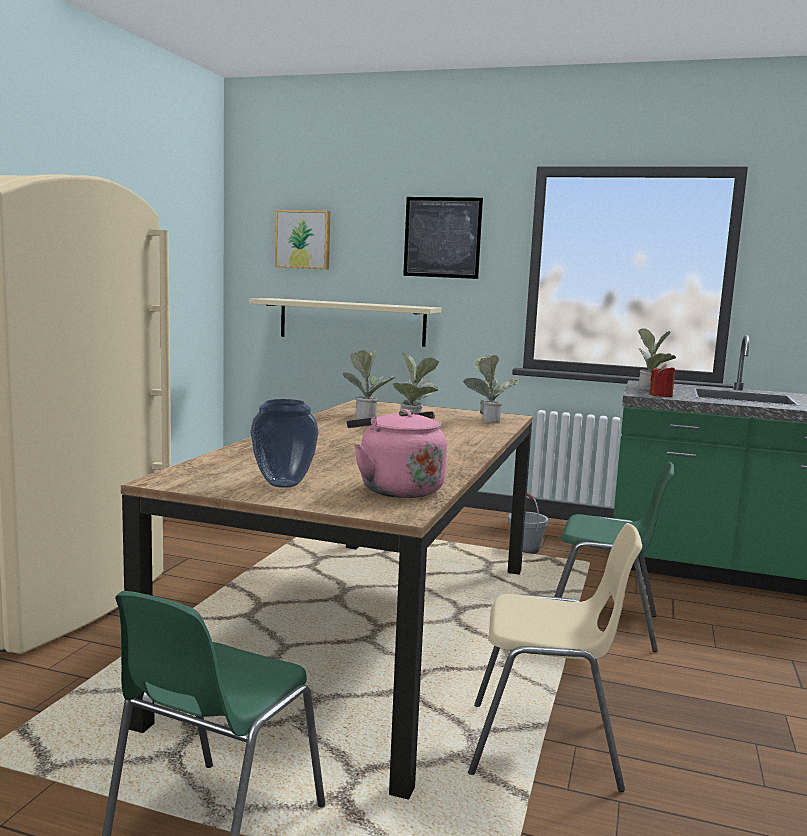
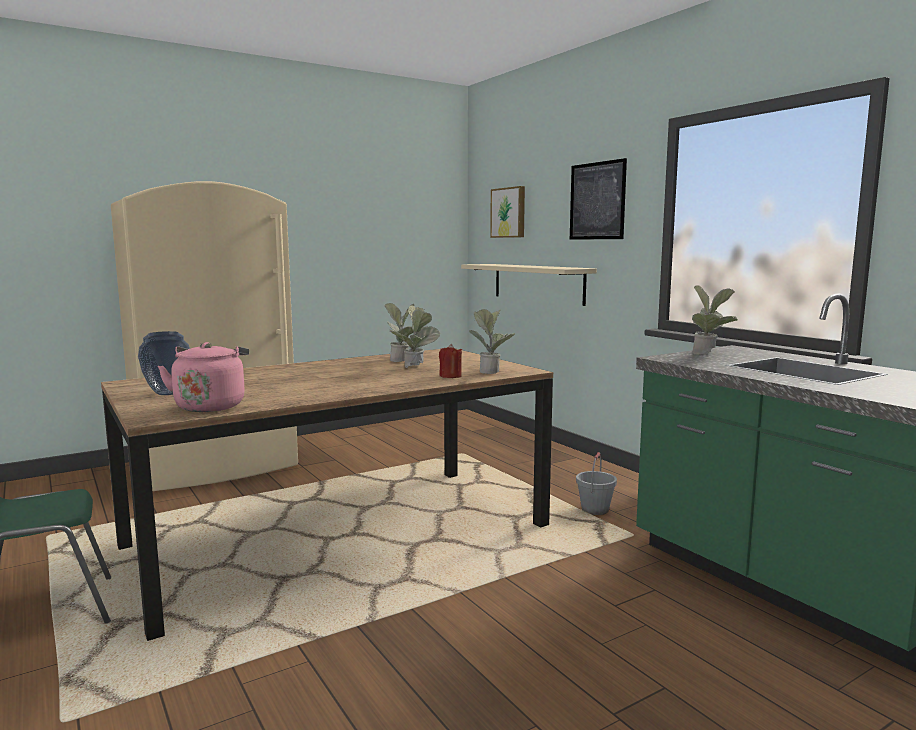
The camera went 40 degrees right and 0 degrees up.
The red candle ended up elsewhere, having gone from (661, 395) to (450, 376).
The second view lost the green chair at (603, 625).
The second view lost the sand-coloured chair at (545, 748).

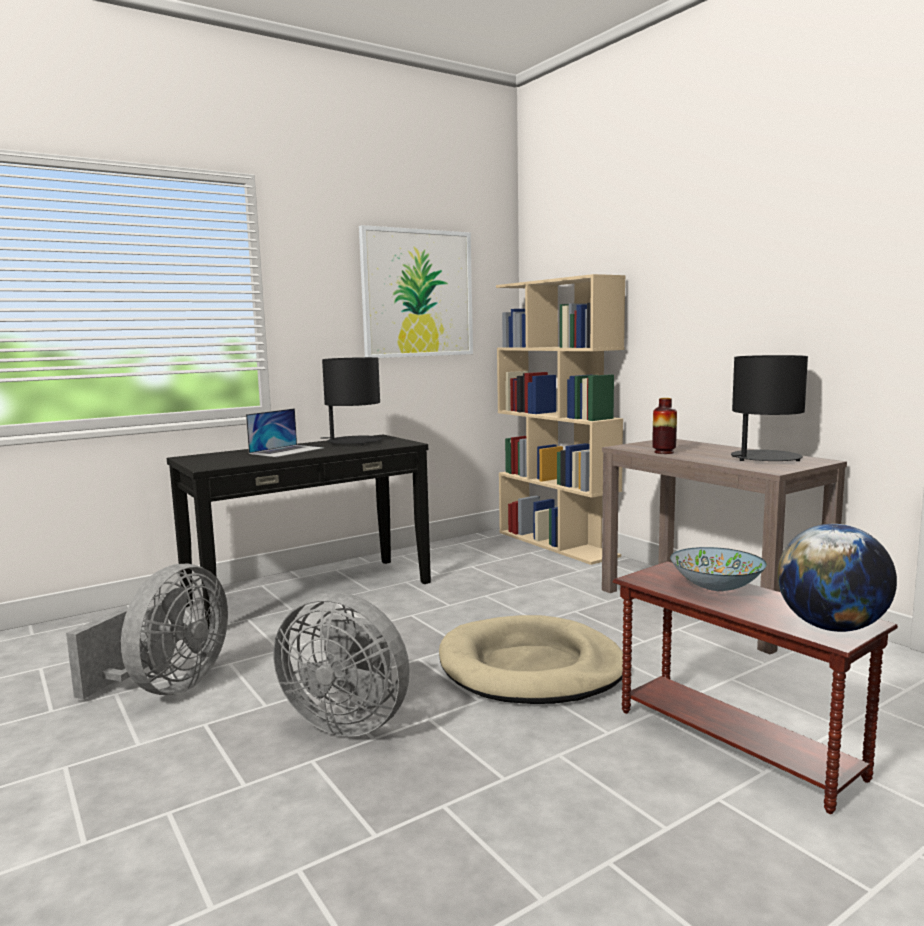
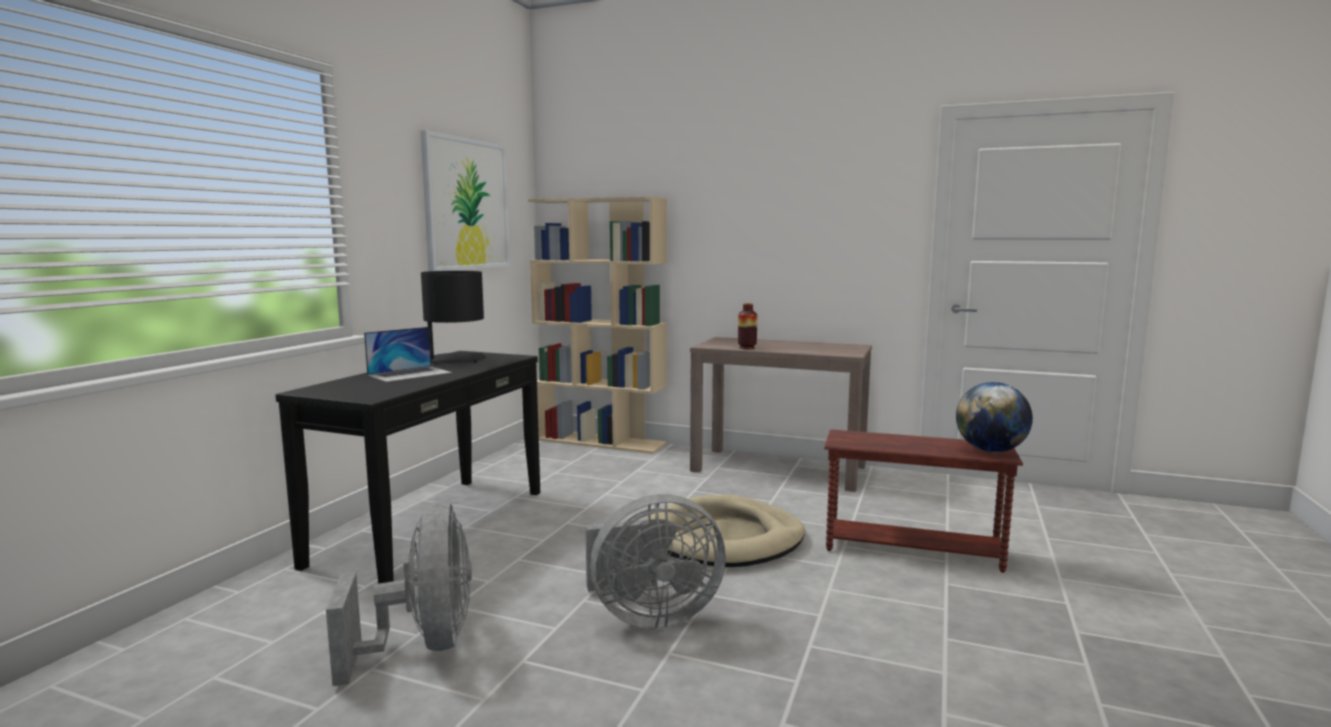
The camera went 35 degrees left and 0 degrees up.
The second view lost the black lamp for a table at (765, 458).
The laptop at (287, 451) ended up facing another way, 45 degrees clockwise from before.
The second view lost the bowl at (716, 587).

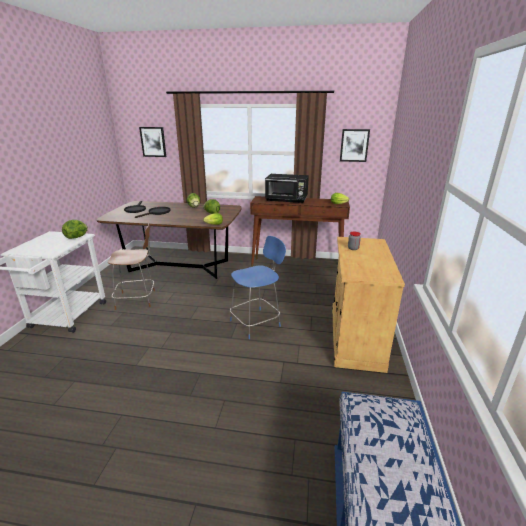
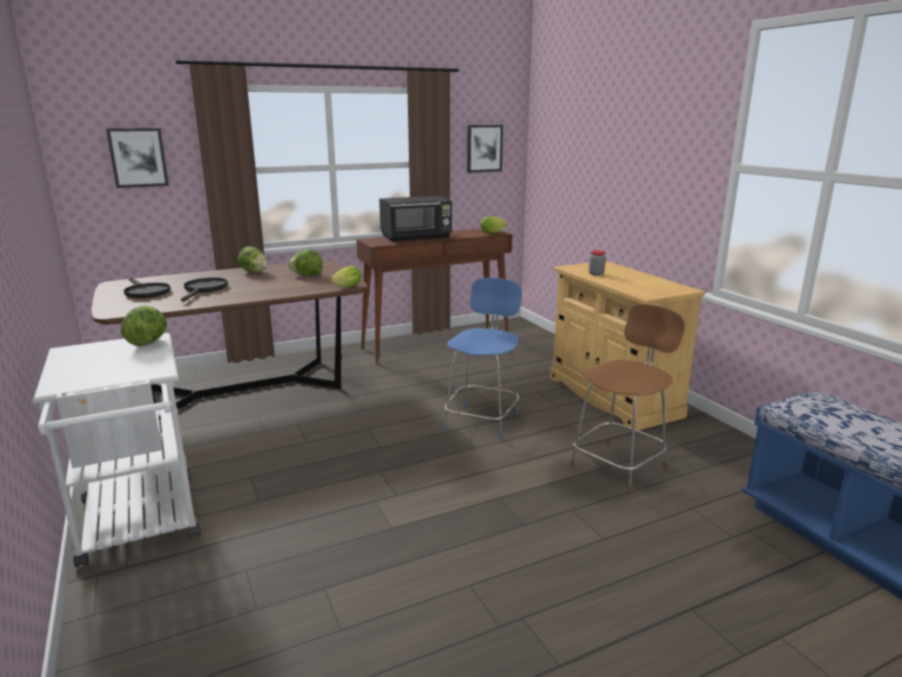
The camera went 35 degrees left and 5 degrees down.
The brownish chair ended up elsewhere, having gone from (137, 299) to (619, 466).

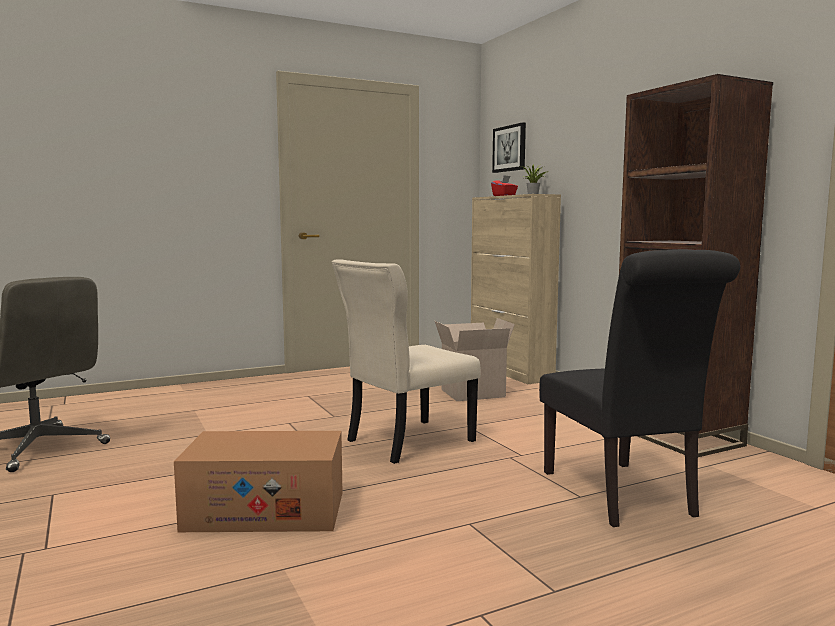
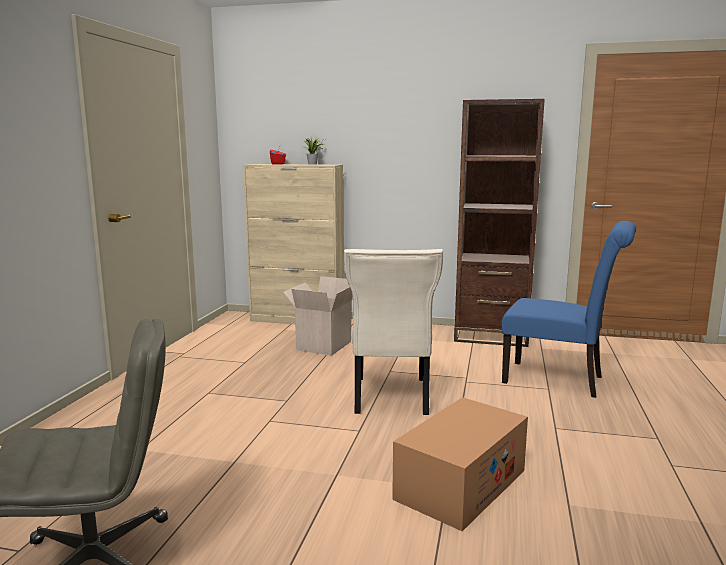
The camera went 50 degrees left and 5 degrees up.
The second view lost the picture at (510, 148).
What was the black chair at (623, 496) turned into the blue chair at (560, 380).

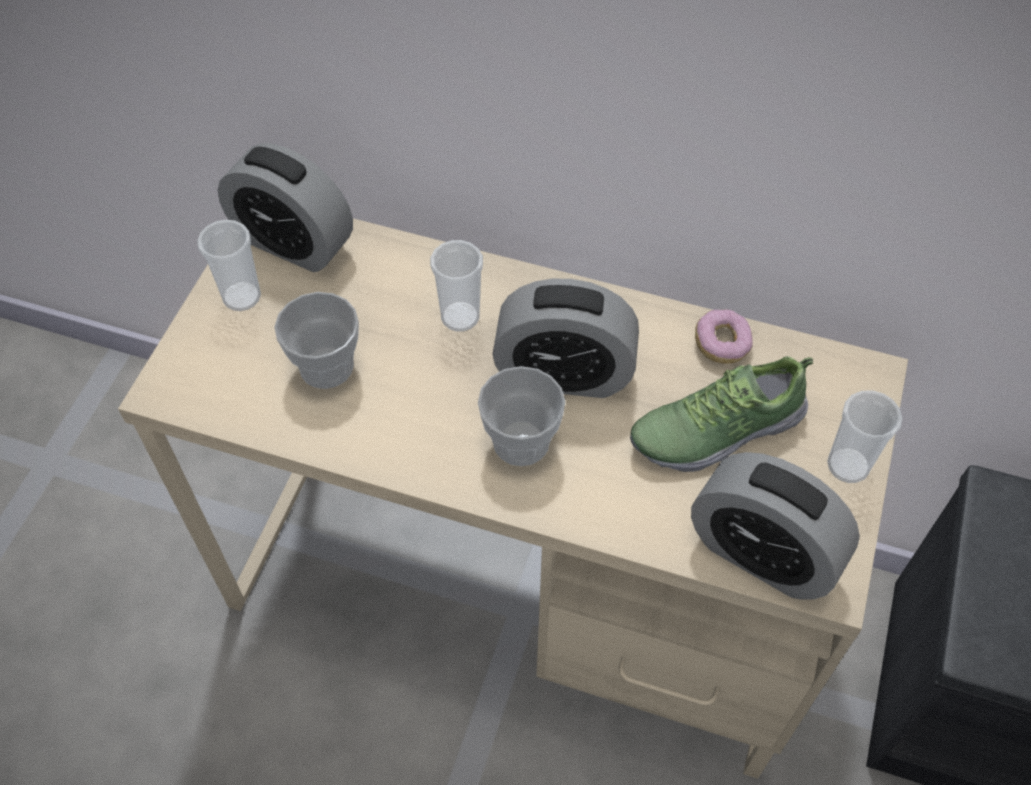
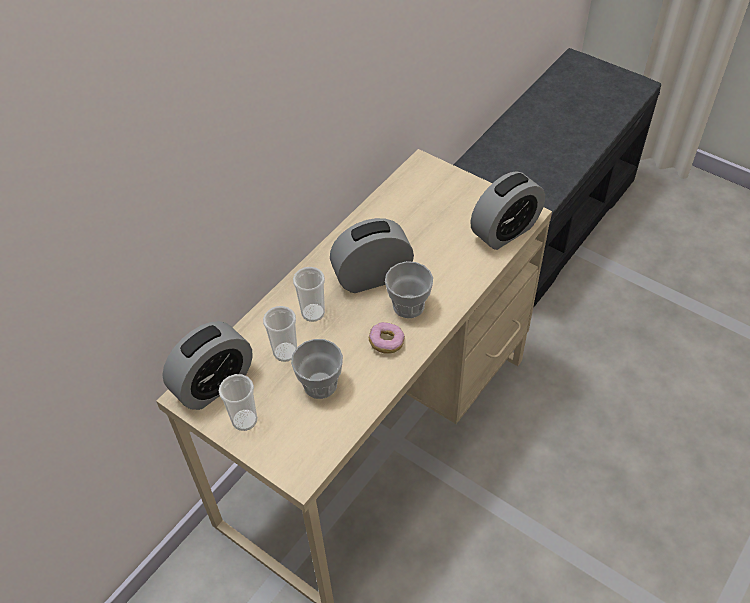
The camera went 70 degrees left and 5 degrees down.
The table clock at (564, 374) ended up facing another way, 135 degrees counterclockwise from before.
The ring doughnut ended up elsewhere, having gone from (721, 344) to (386, 342).
The second view lost the shoe at (715, 428).
The drinking cup ended up elsewhere, having gone from (848, 465) to (285, 352).

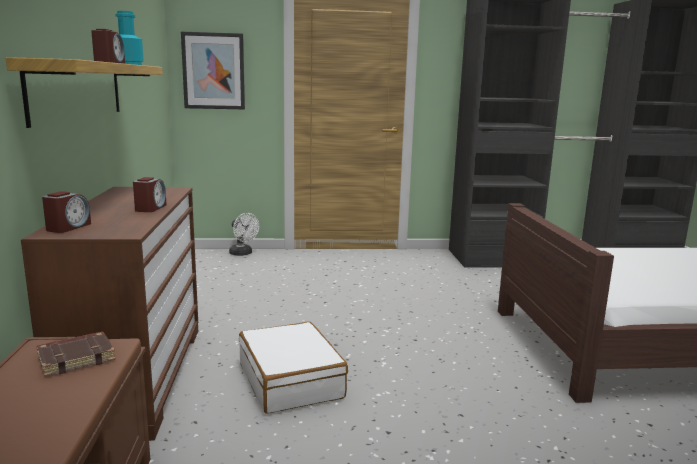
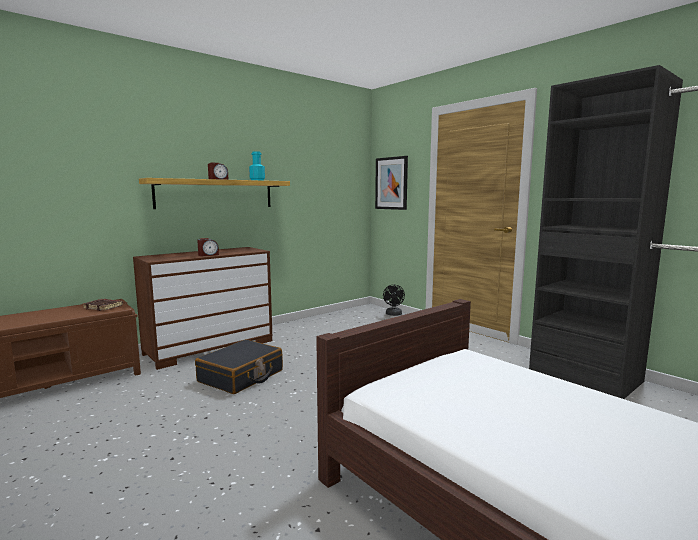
The camera went 55 degrees right and 5 degrees down.
The second view lost the table clock at (68, 227).
What was the white-coloured electric fan at (243, 253) turned into the black electric fan at (393, 314).
What was the white-coloured suitcase at (291, 380) turned into the black suitcase at (241, 376).

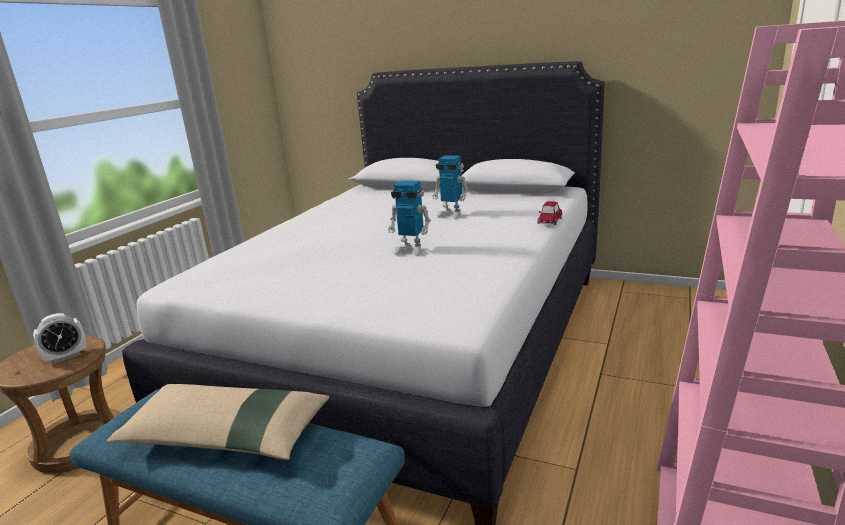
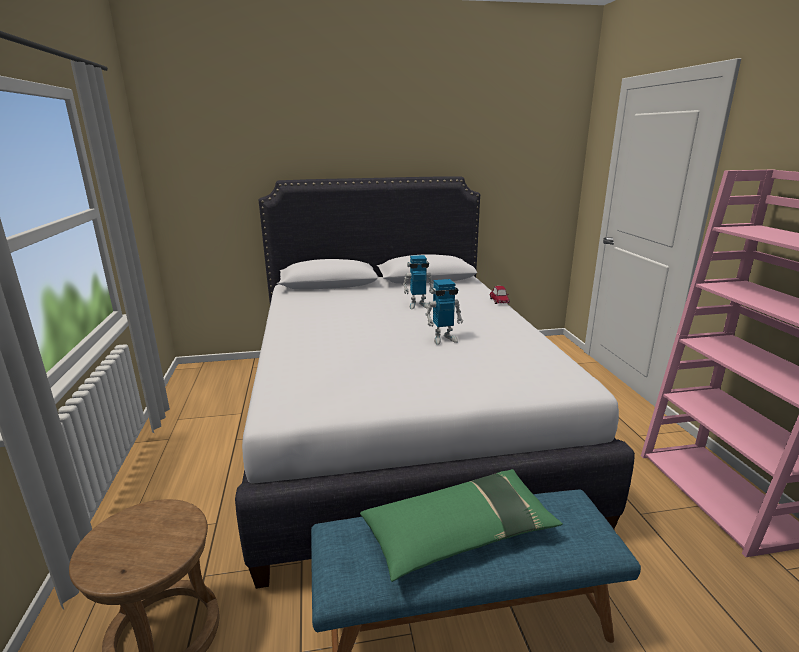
The camera went 35 degrees left and 0 degrees up.
The second view lost the table clock at (66, 356).
What was the sand-coloured pillow at (226, 435) turned into the green pillow at (460, 533).

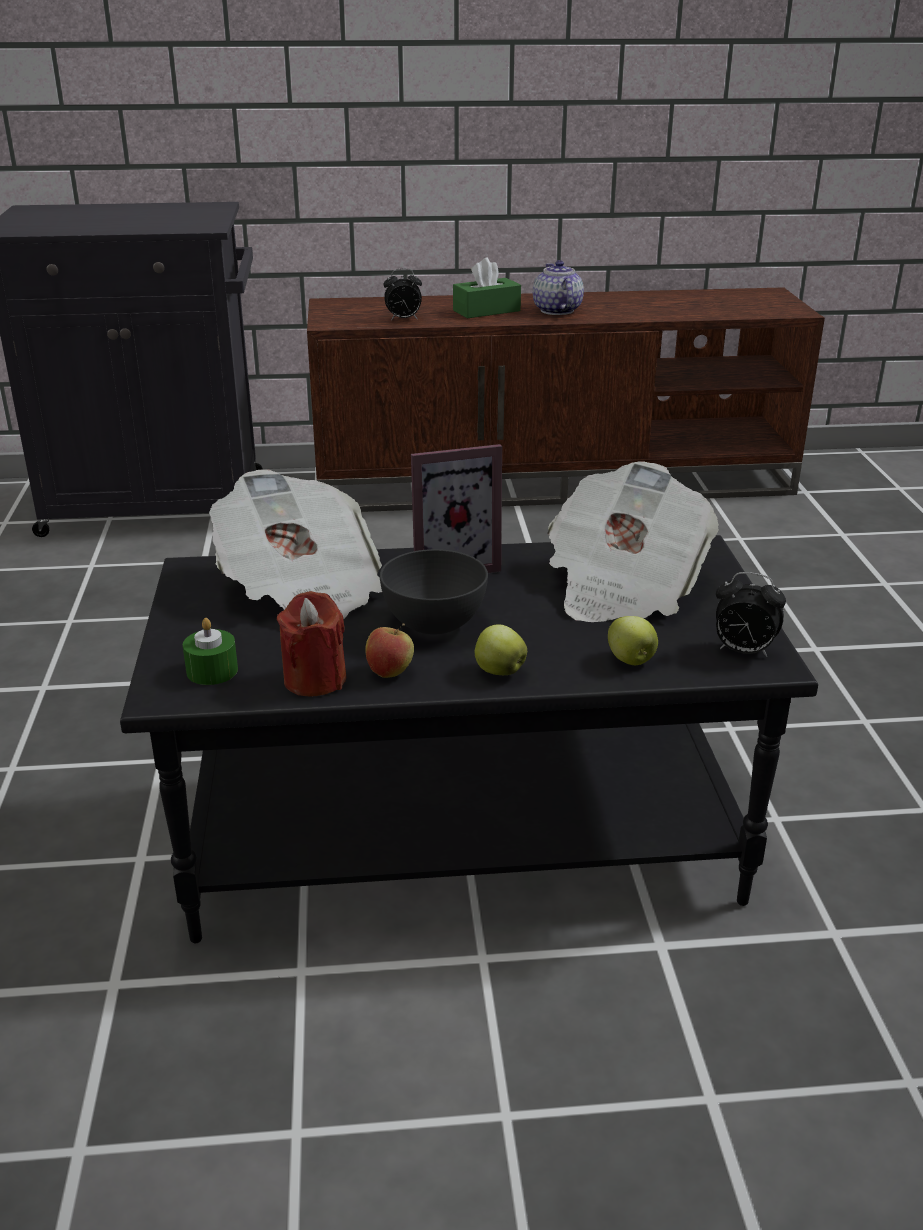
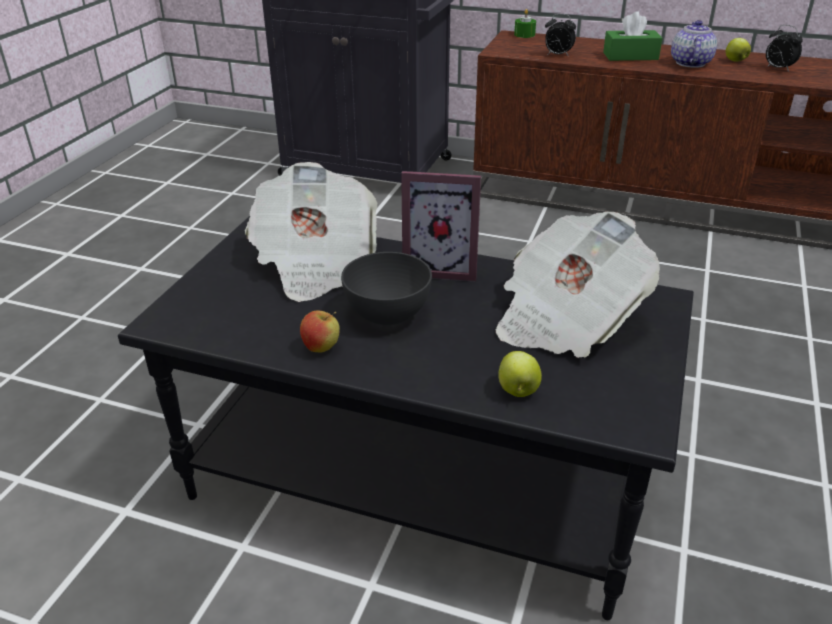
The camera went 25 degrees right and 5 degrees up.
The table clock ended up elsewhere, having gone from (742, 651) to (777, 69).
The second view lost the red candle at (315, 679).
The green candle ended up elsewhere, having gone from (212, 671) to (524, 35).
The apple ended up elsewhere, having gone from (498, 671) to (735, 61).

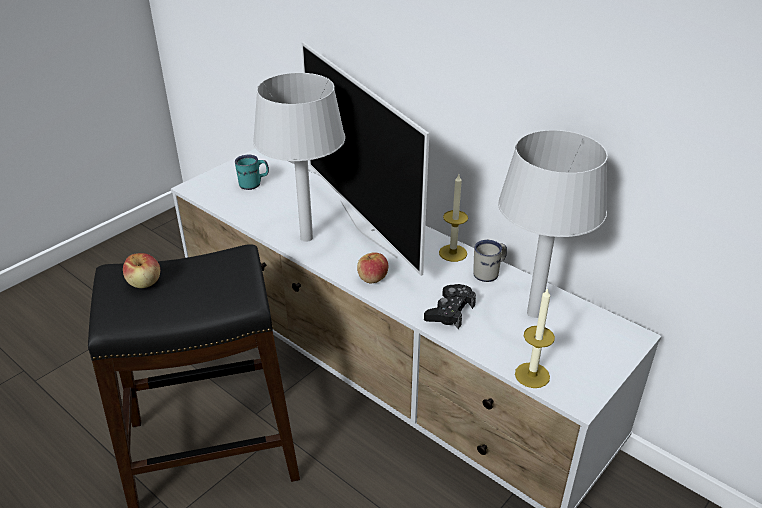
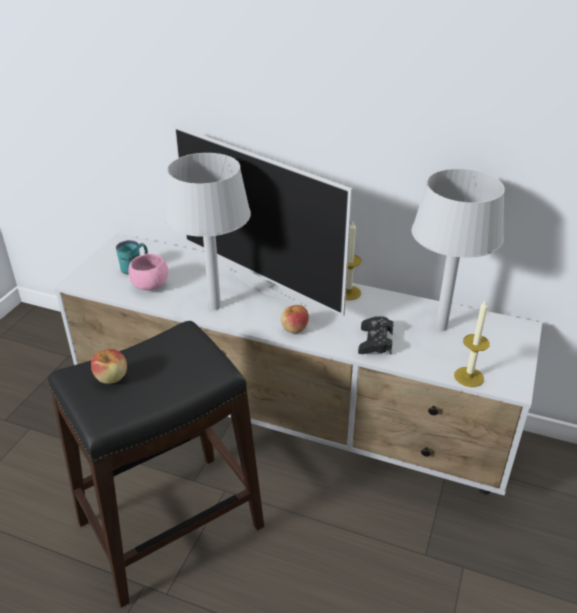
The camera went 20 degrees left and 0 degrees up.
The second view lost the white-coloured mug at (489, 273).
The second view gained the pinkish bowl at (150, 285).

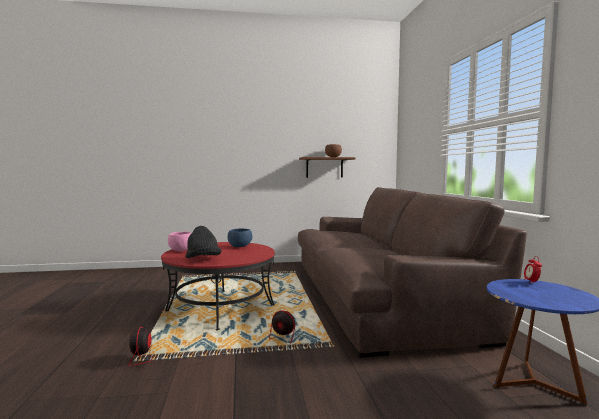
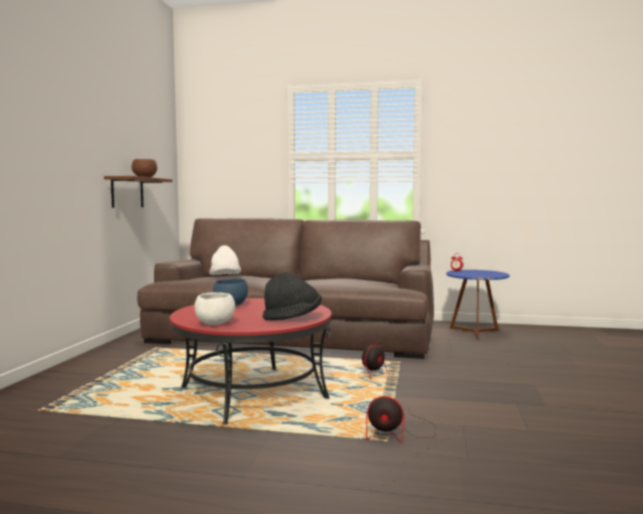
The camera went 70 degrees left and 0 degrees up.
What was the pinkish bowl at (180, 251) turned into the white-coloured bowl at (214, 324).
The second view gained the white-coloured clothing hat at (225, 277).

